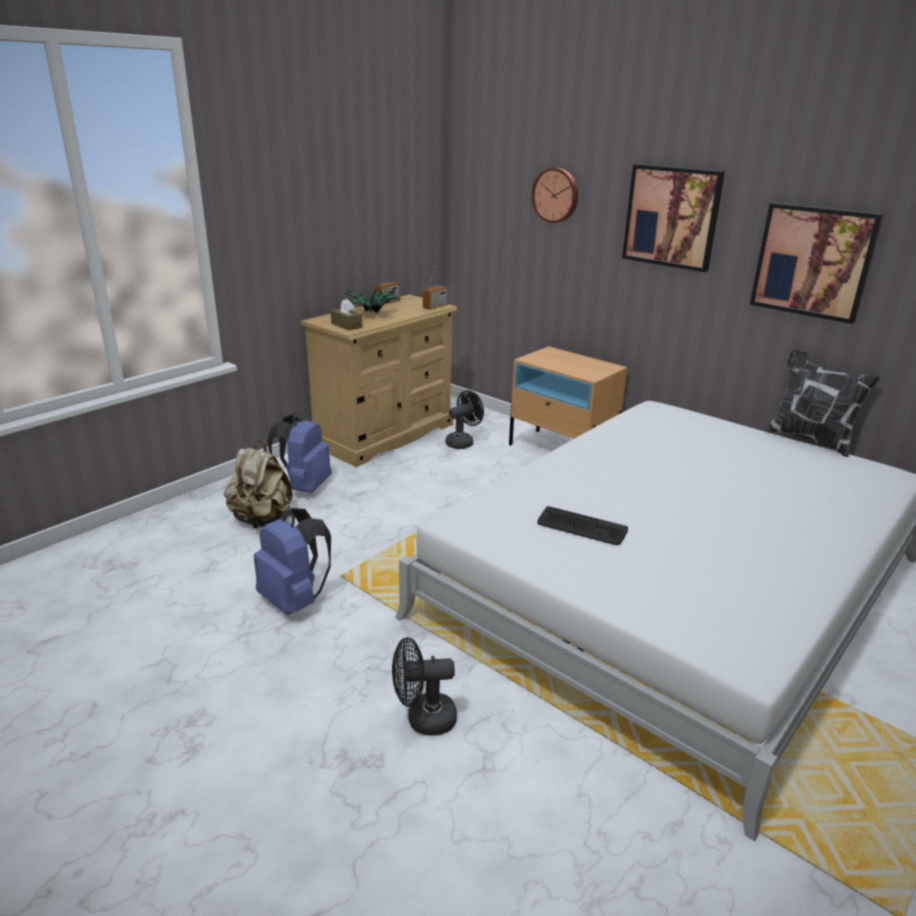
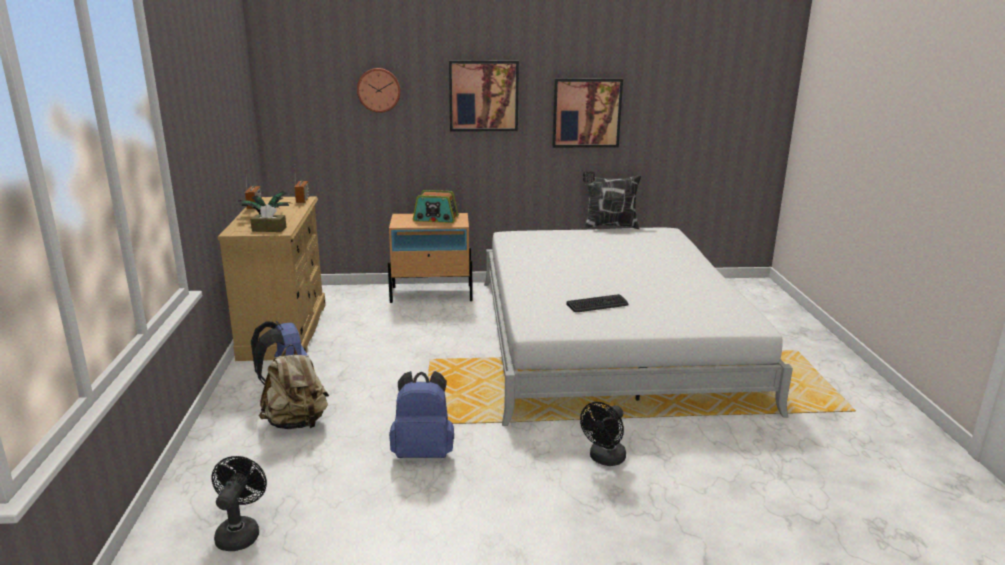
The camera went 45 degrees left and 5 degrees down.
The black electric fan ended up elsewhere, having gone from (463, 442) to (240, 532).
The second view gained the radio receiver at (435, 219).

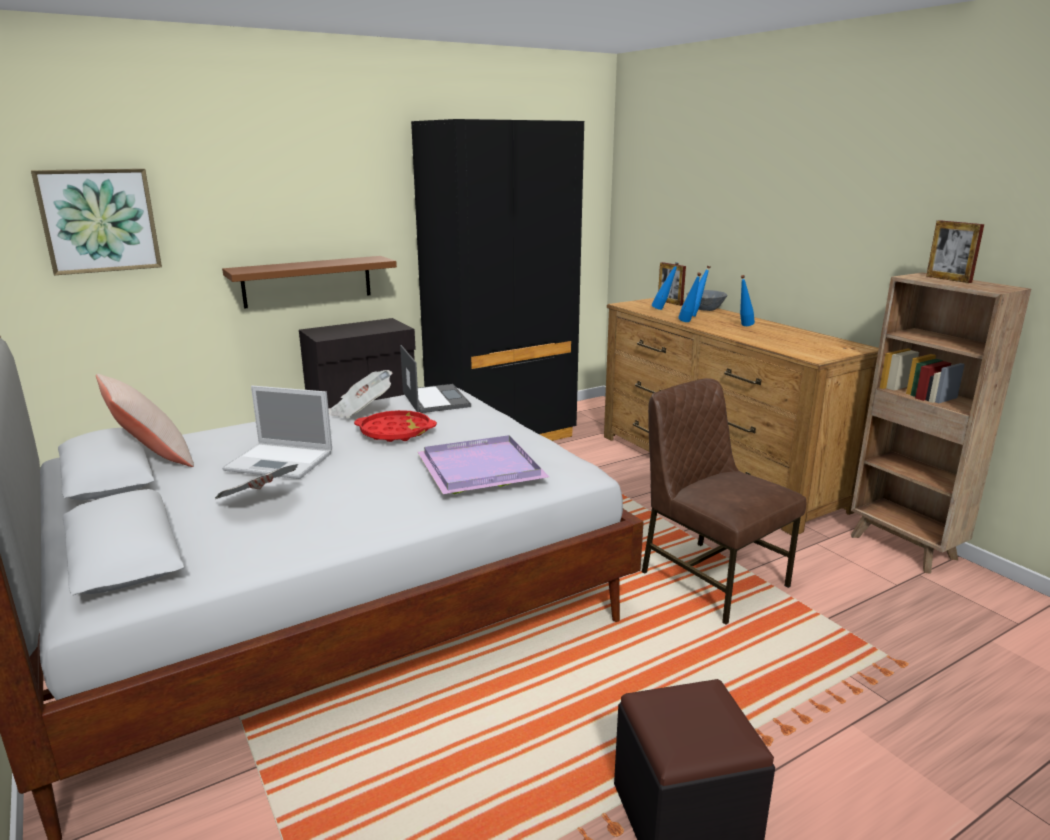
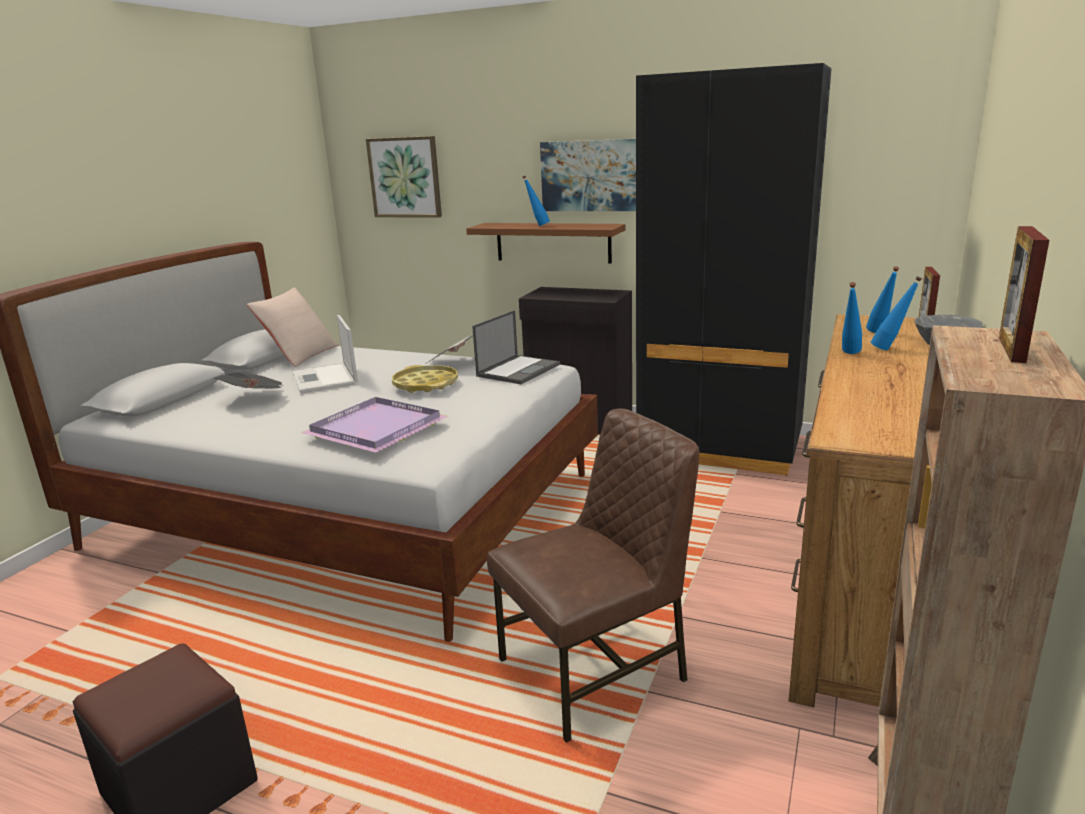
The camera went 55 degrees right and 0 degrees up.
The blue bottle ended up elsewhere, having gone from (743, 326) to (537, 226).
The brownish chair at (711, 578) ended up facing another way, 45 degrees clockwise from before.
What was the red tray at (396, 432) turned into the yellowish tray at (425, 384).
The second view gained the picture at (590, 176).

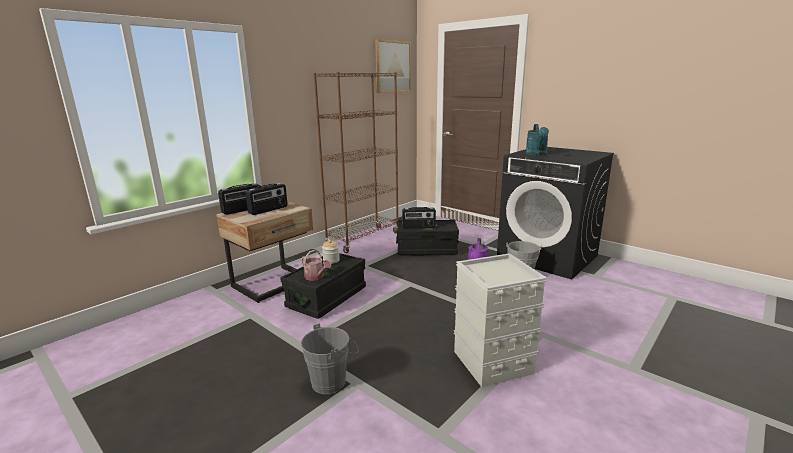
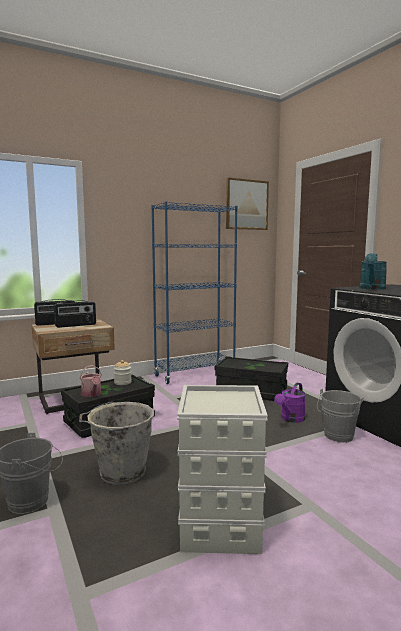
The camera went 20 degrees right and 10 degrees down.
What was the brownish bookshelf at (363, 239) turned into the blue bookshelf at (195, 374).
The second view lost the radio receiver at (418, 227).
The second view gained the gray water bucket at (120, 472).

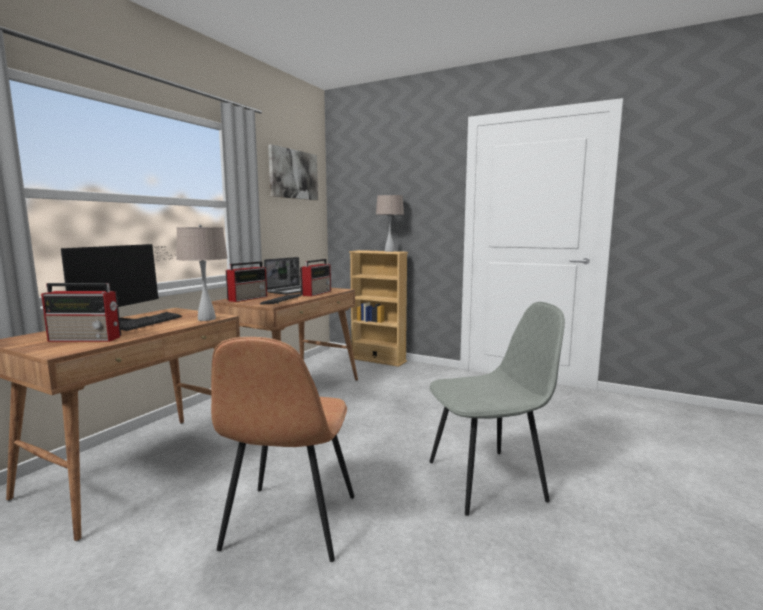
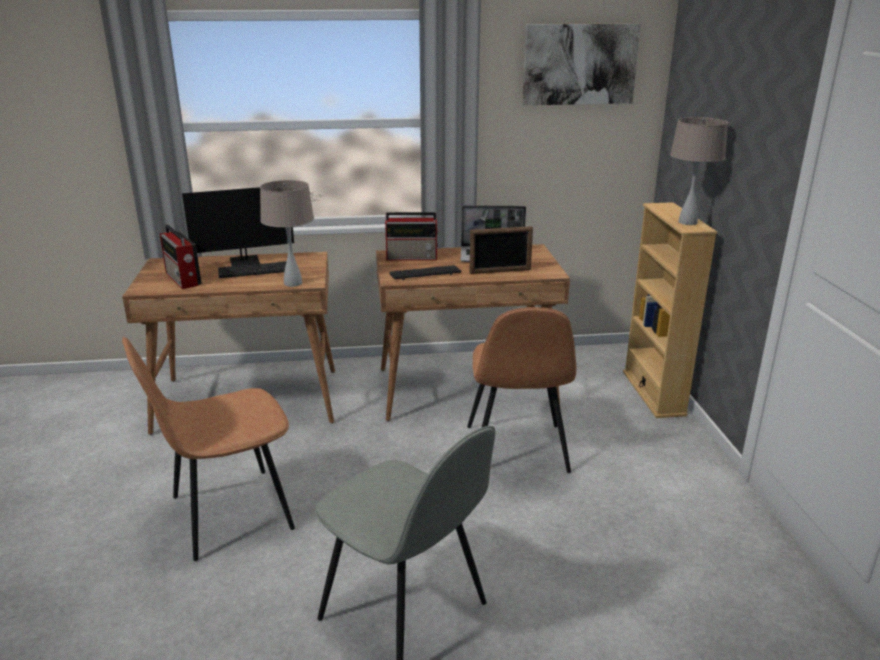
The camera went 55 degrees right and 15 degrees up.
Where the radio receiver stood at (317, 293), the picture frame came to stand at (500, 271).
The second view gained the brownish chair at (516, 450).

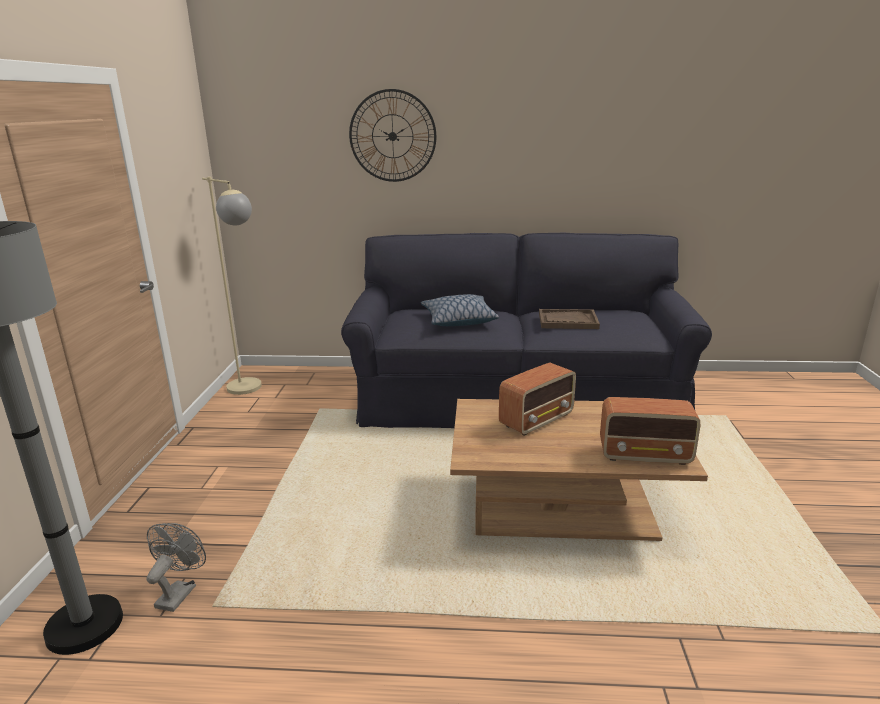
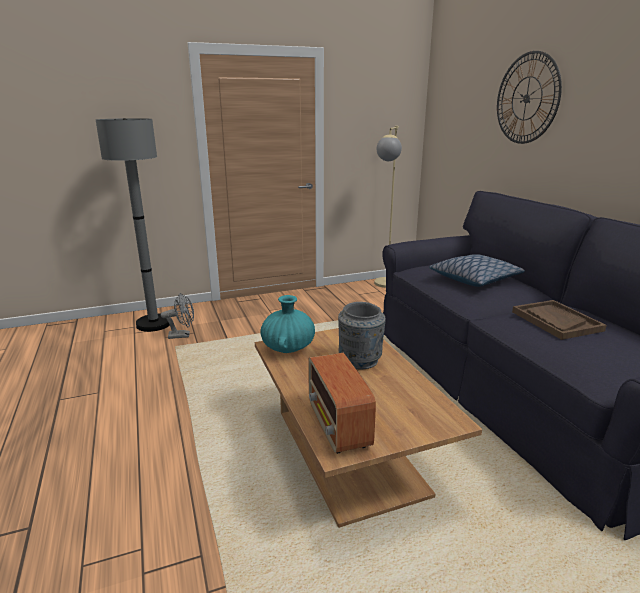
The camera went 65 degrees right and 0 degrees up.
Where the radio receiver stood at (537, 420), the gray decorative vase came to stand at (360, 361).
The second view gained the turquoise-coloured decorative vase at (288, 348).

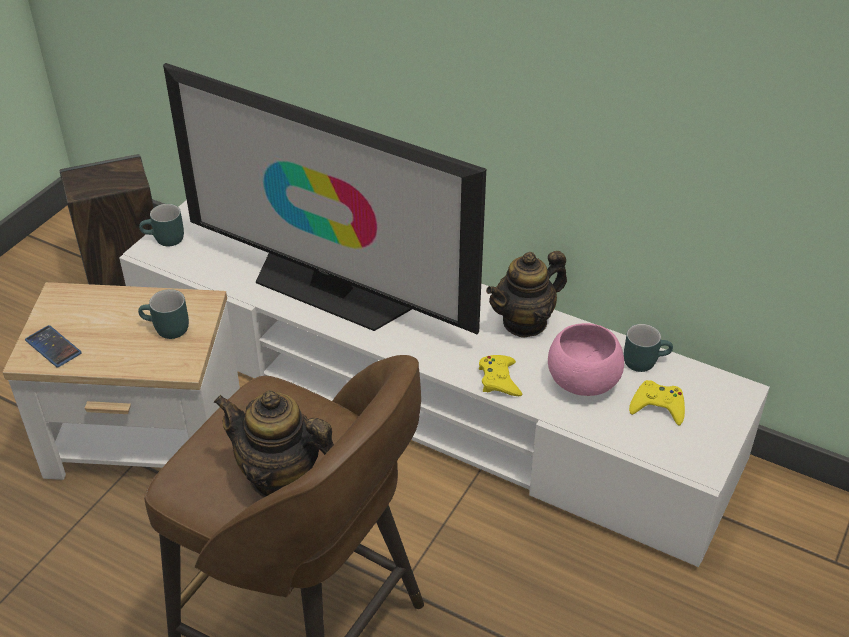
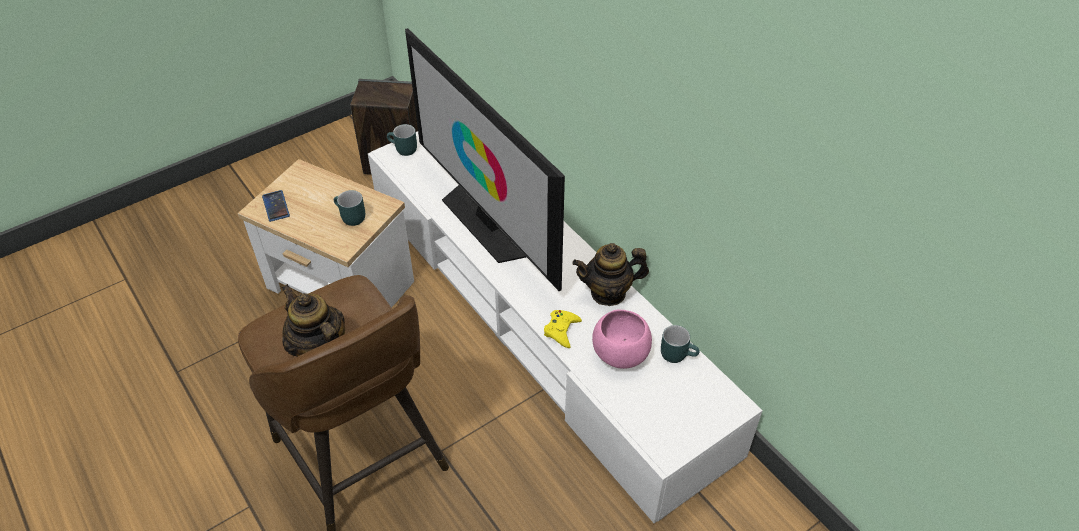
The camera went 25 degrees right and 5 degrees up.
The second view lost the yellowish game controller at (658, 406).

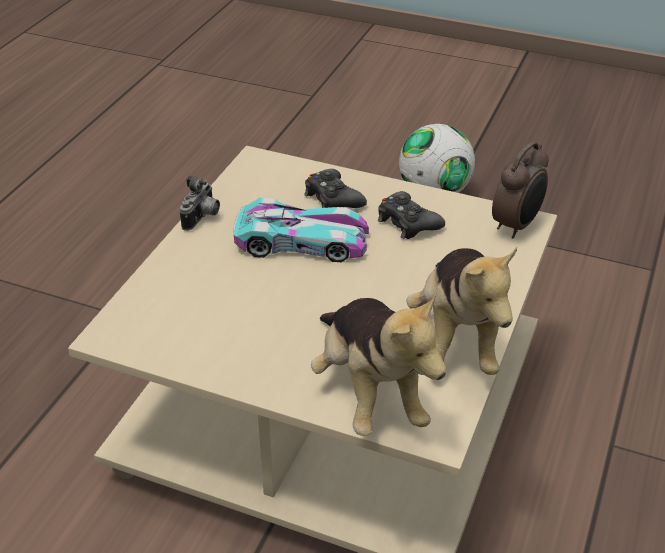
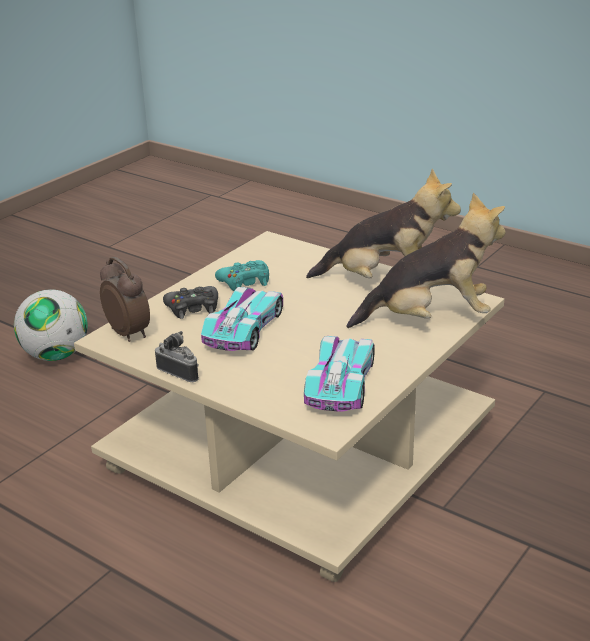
The camera went 75 degrees left and 10 degrees down.
The table clock ended up elsewhere, having gone from (517, 225) to (129, 333).
What was the black game controller at (407, 223) turned into the turquoise-coloured game controller at (245, 282).
The second view gained the miniature car at (341, 382).

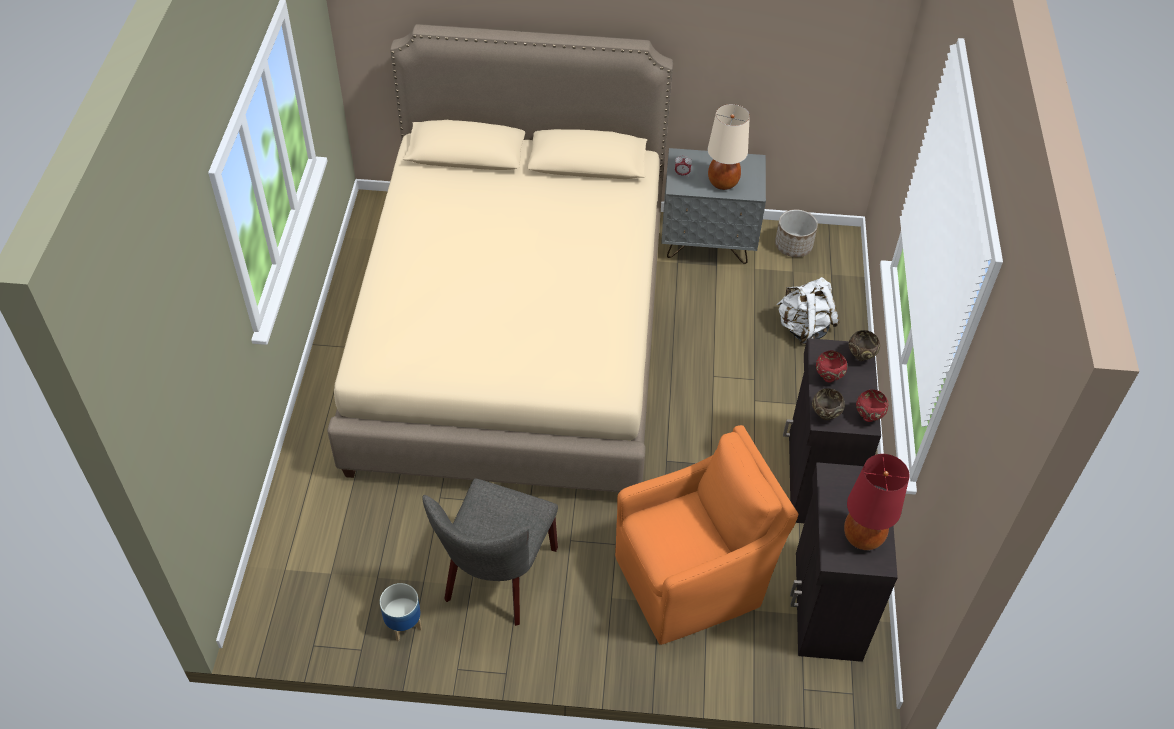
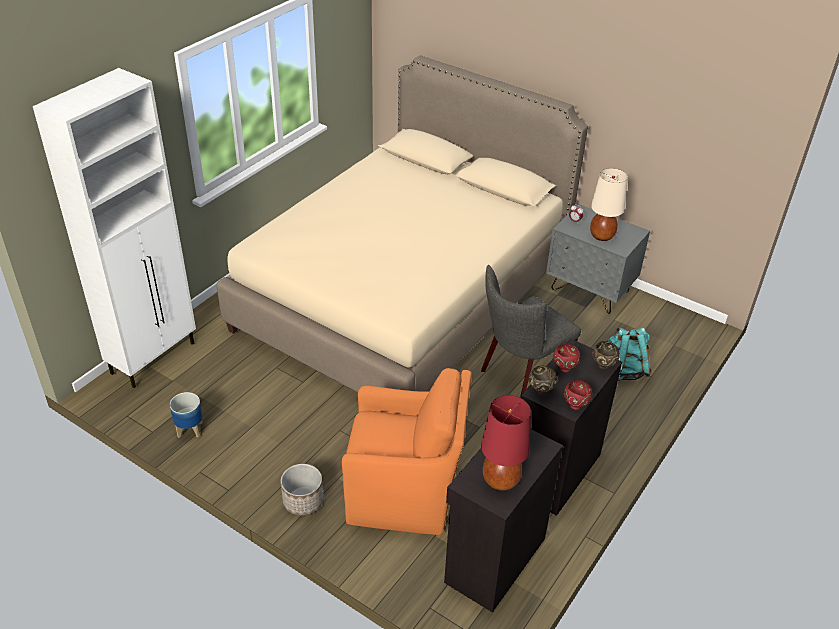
The camera went 30 degrees right and 10 degrees down.
The plant pot ended up elsewhere, having gone from (793, 246) to (303, 501).
What was the white-coloured rucksack at (803, 328) turned into the turquoise-coloured rucksack at (623, 370).
The gray chair ended up elsewhere, having gone from (496, 579) to (521, 373).
The second view gained the white-coloured cabinet at (154, 357).

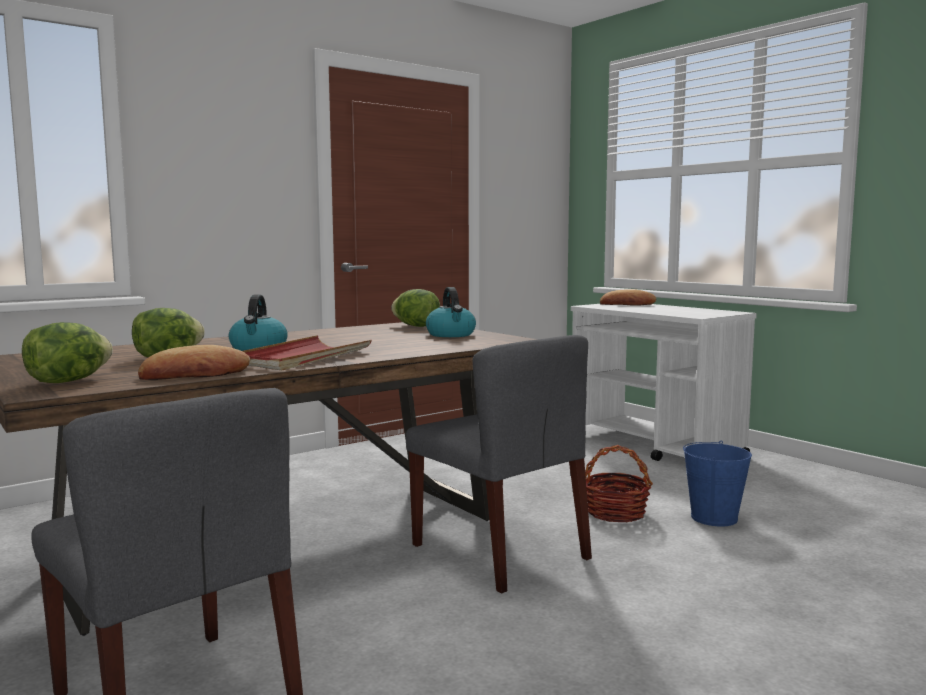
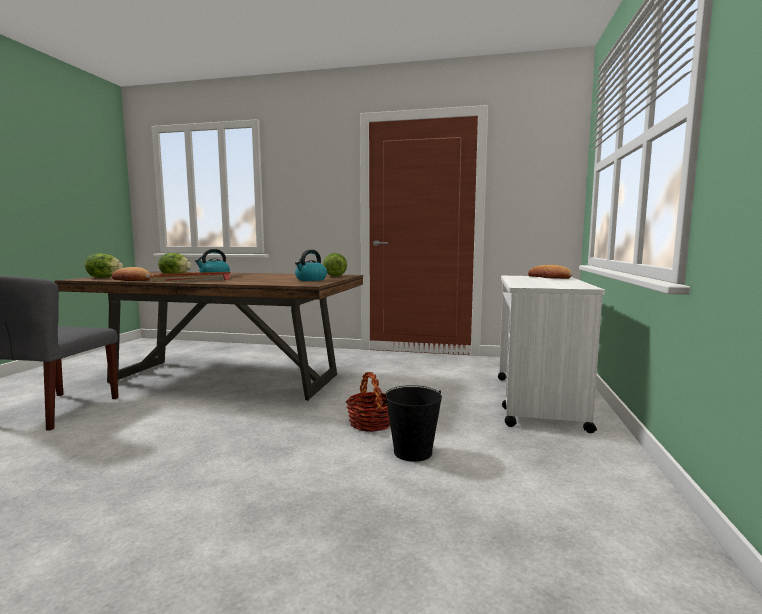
The camera went 50 degrees right and 0 degrees up.
The second view lost the gray chair at (501, 552).
What was the blue water bucket at (714, 518) turned into the black water bucket at (413, 452).

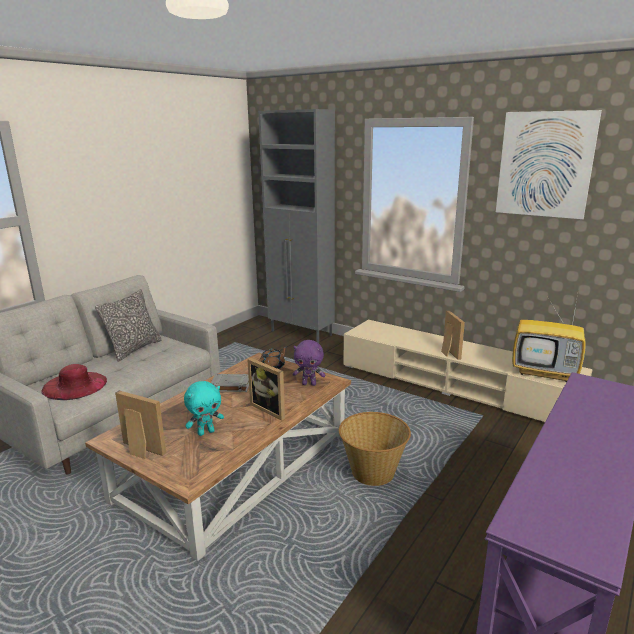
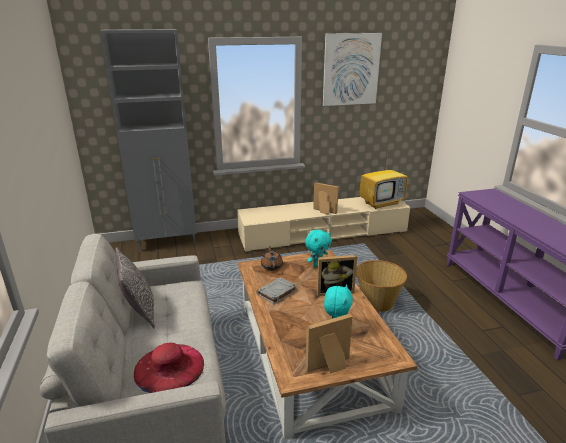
The camera went 50 degrees left and 5 degrees up.
What was the purplish plush toy at (309, 384) turned into the turquoise-coloured plush toy at (317, 264).

